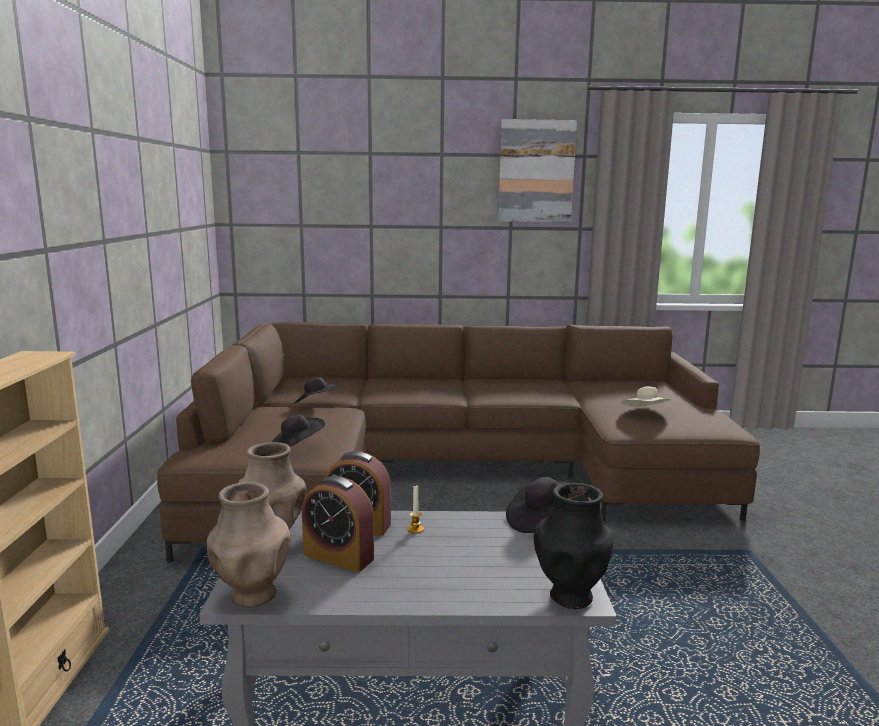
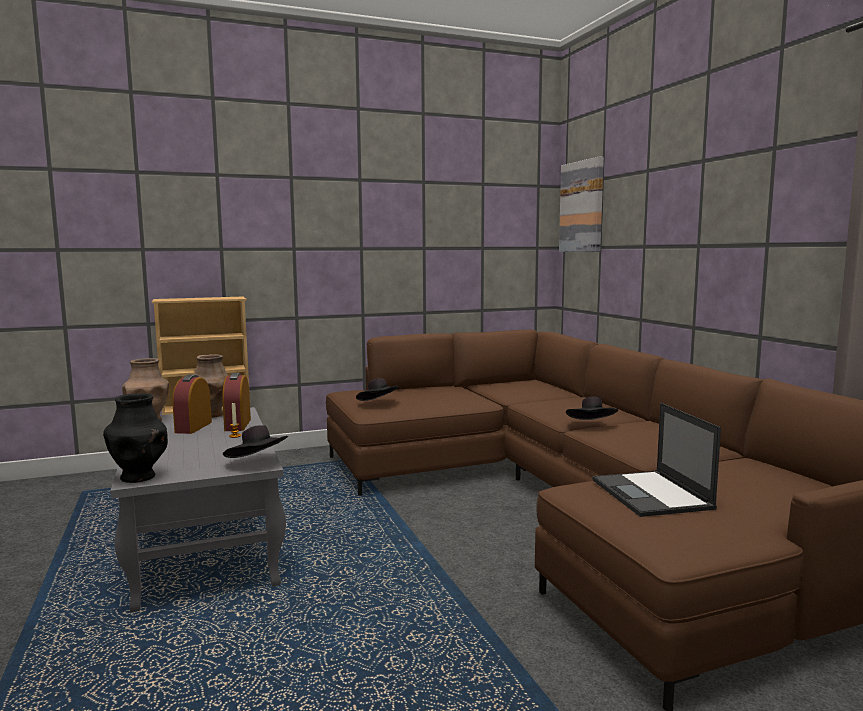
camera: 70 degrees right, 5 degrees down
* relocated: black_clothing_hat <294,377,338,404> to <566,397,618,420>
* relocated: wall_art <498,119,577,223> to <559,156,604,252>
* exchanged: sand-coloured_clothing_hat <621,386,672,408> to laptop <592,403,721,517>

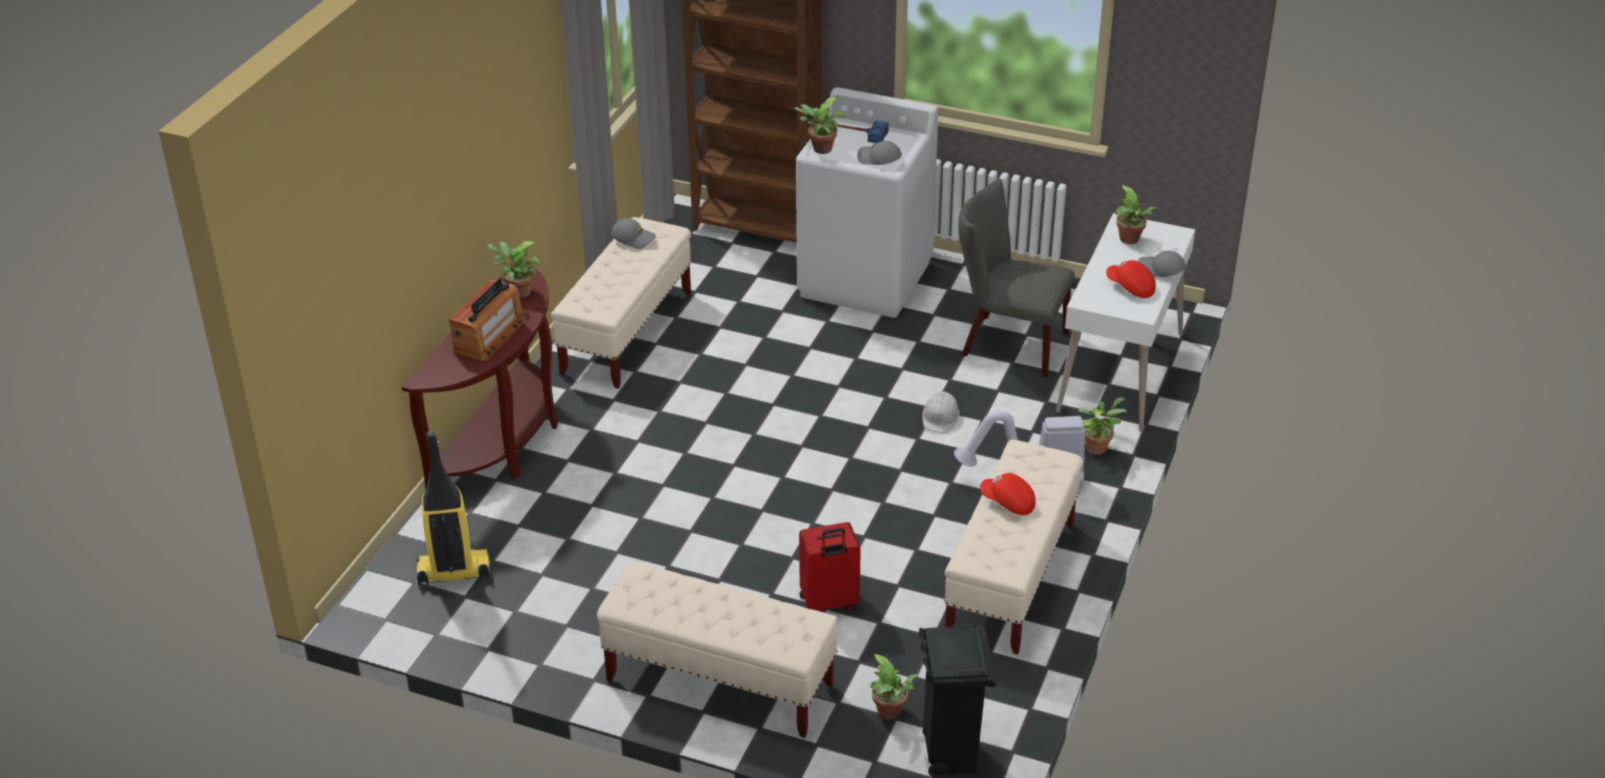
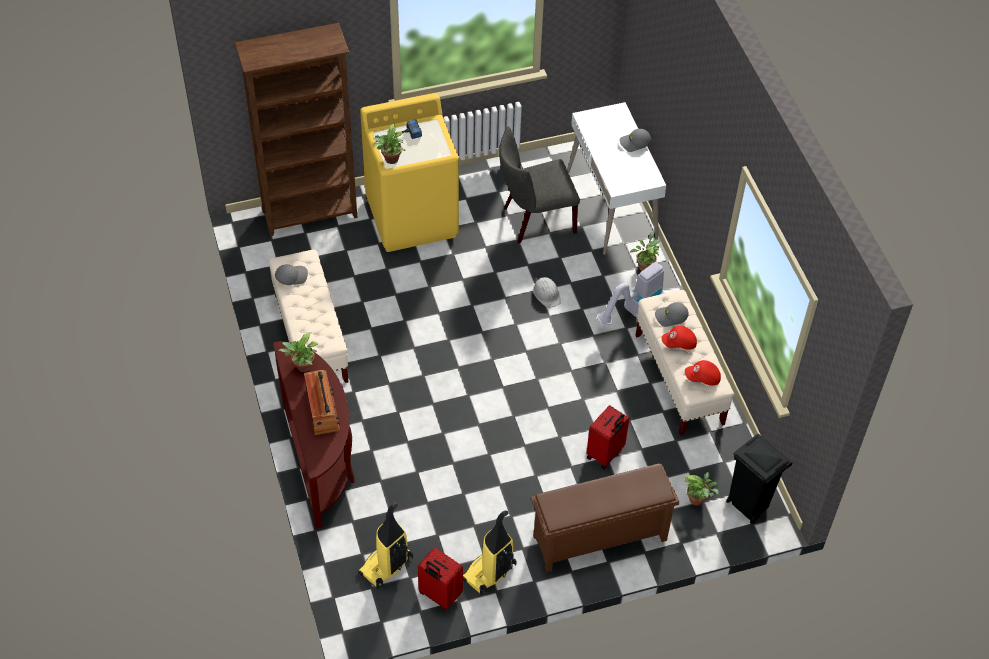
camera: 40 degrees left, 15 degrees up
* exchanged: sand-coloured_indoor_bench <597,561,837,738> to brownish_shoe_stand <531,464,679,573>
* colour: whitish_laundry_appliance <796,87,938,318> to yellowish_laundry_appliance <360,93,459,252>
* relocated: gray_baseball_cap <857,141,902,165> to <655,302,689,327>
* relocated: red-coloured_baseball_cap <1106,260,1156,298> to <685,360,721,386>
* missing: plant_in_a_pot <1115,185,1157,244>
* appeared: red-coloured_travel_case <418,547,463,610>
* appeared: vacuum_cleaner <463,510,516,595>

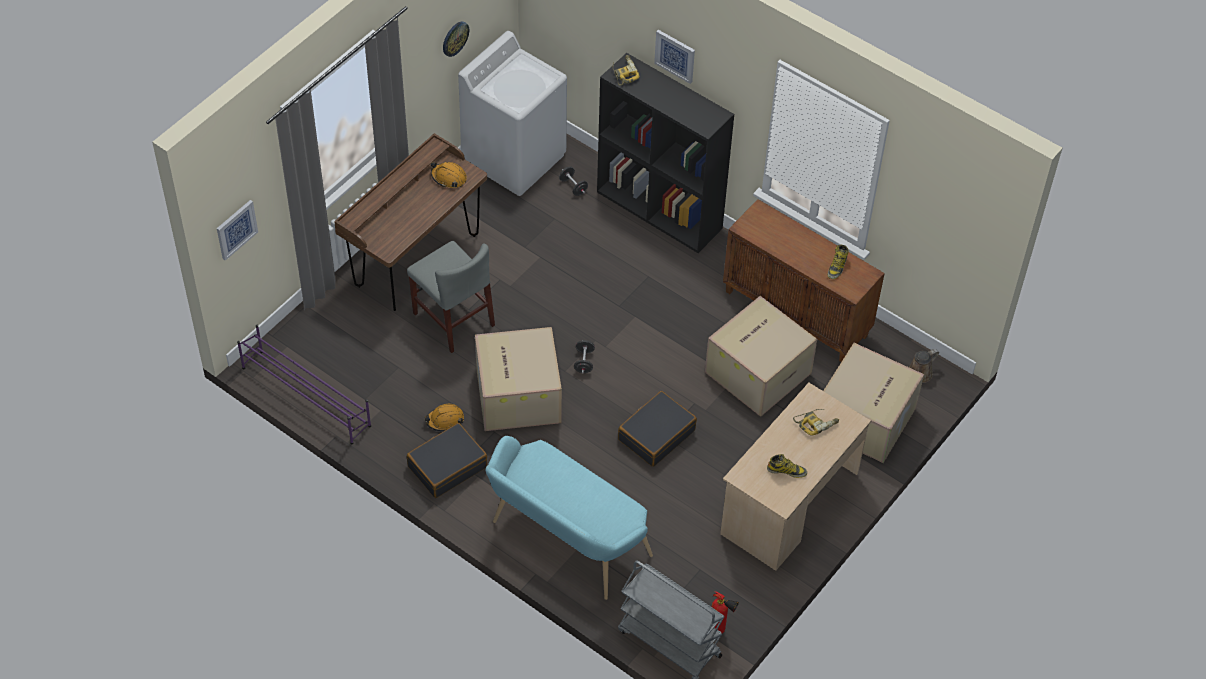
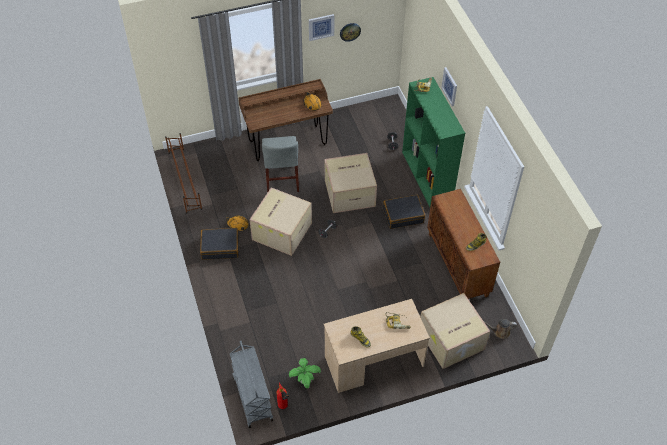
camera: 35 degrees right, 0 degrees up
* relocated: wall_art <217,200,258,261> to <309,14,334,41>
* colour: purple-coloured_shoe_stand <237,325,371,445> to brownish_shoe_stand <165,133,202,213>
* missing: whitish_laundry_appliance <458,31,567,196>
* missing: blue-green_indoor_bench <486,436,653,600>
* colour: black_bookshelf <597,53,734,253> to green-coloured_bookshelf <402,77,465,207>
* relocated: black_travel_case <618,391,697,467> to <383,195,425,229>
* relocated: cardboard_box <705,296,817,417> to <325,153,377,213>
* appeared: plant_in_a_pot <289,358,321,389>

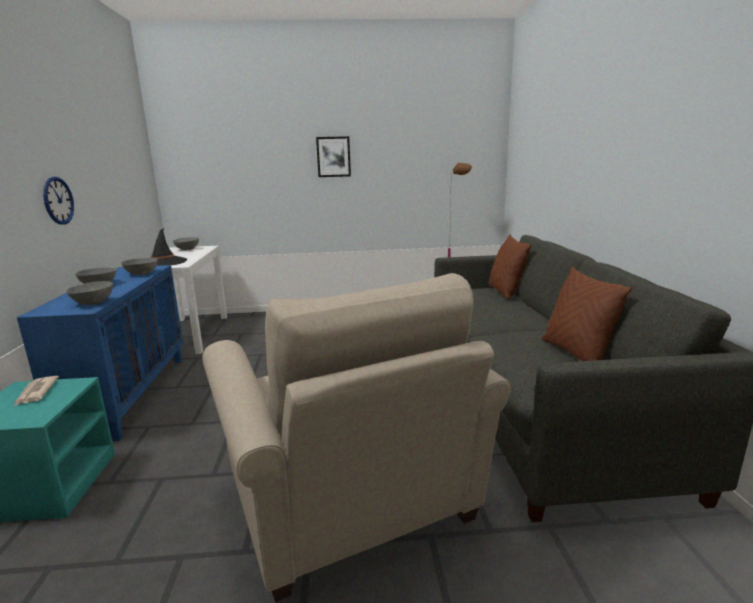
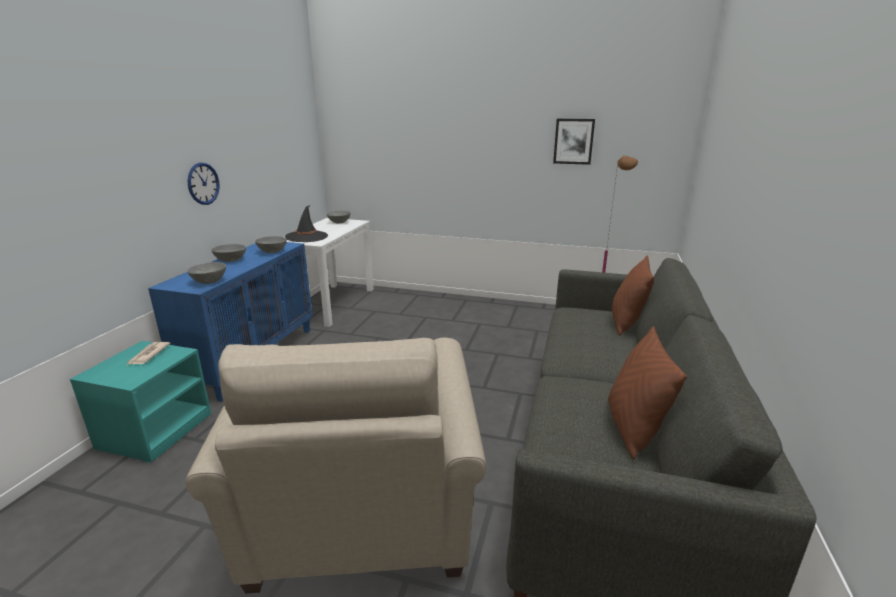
camera: 20 degrees right, 5 degrees up
* relocated: wall_art <316,136,351,177> to <553,119,595,165>

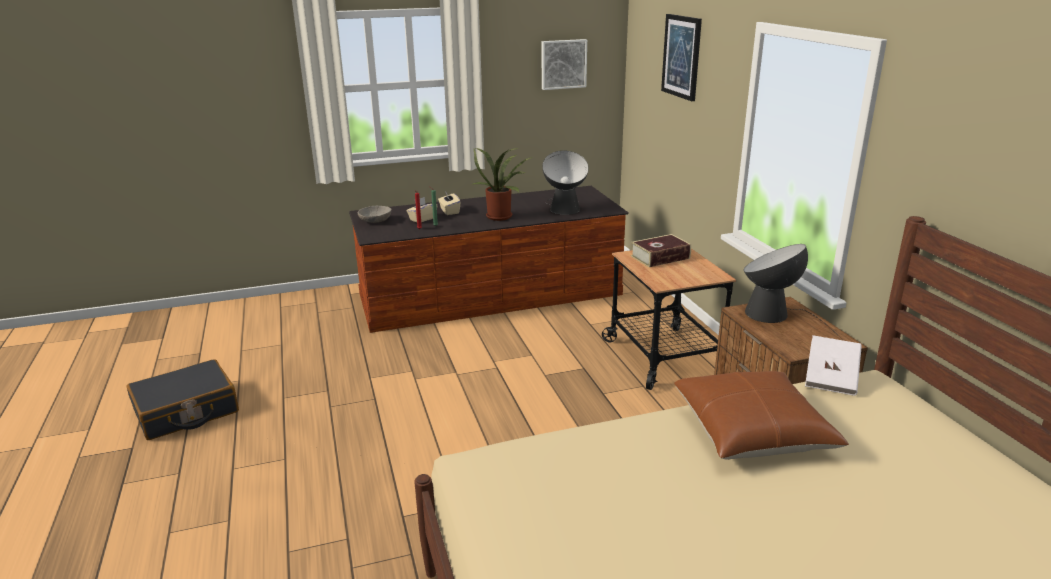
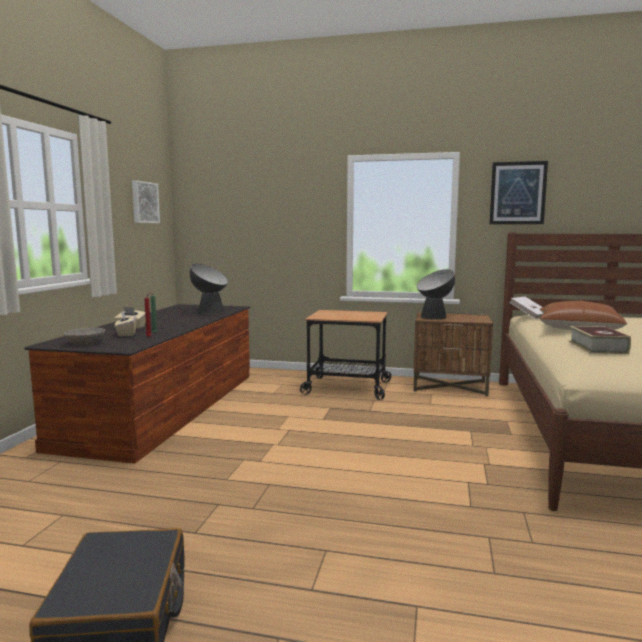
camera: 60 degrees left, 15 degrees down
* missing: plant_in_a_pot <473,148,533,221>
* relocated: volume <631,234,691,267> to <569,326,631,354>
* relocated: wall_art <661,14,702,101> to <489,161,548,224>

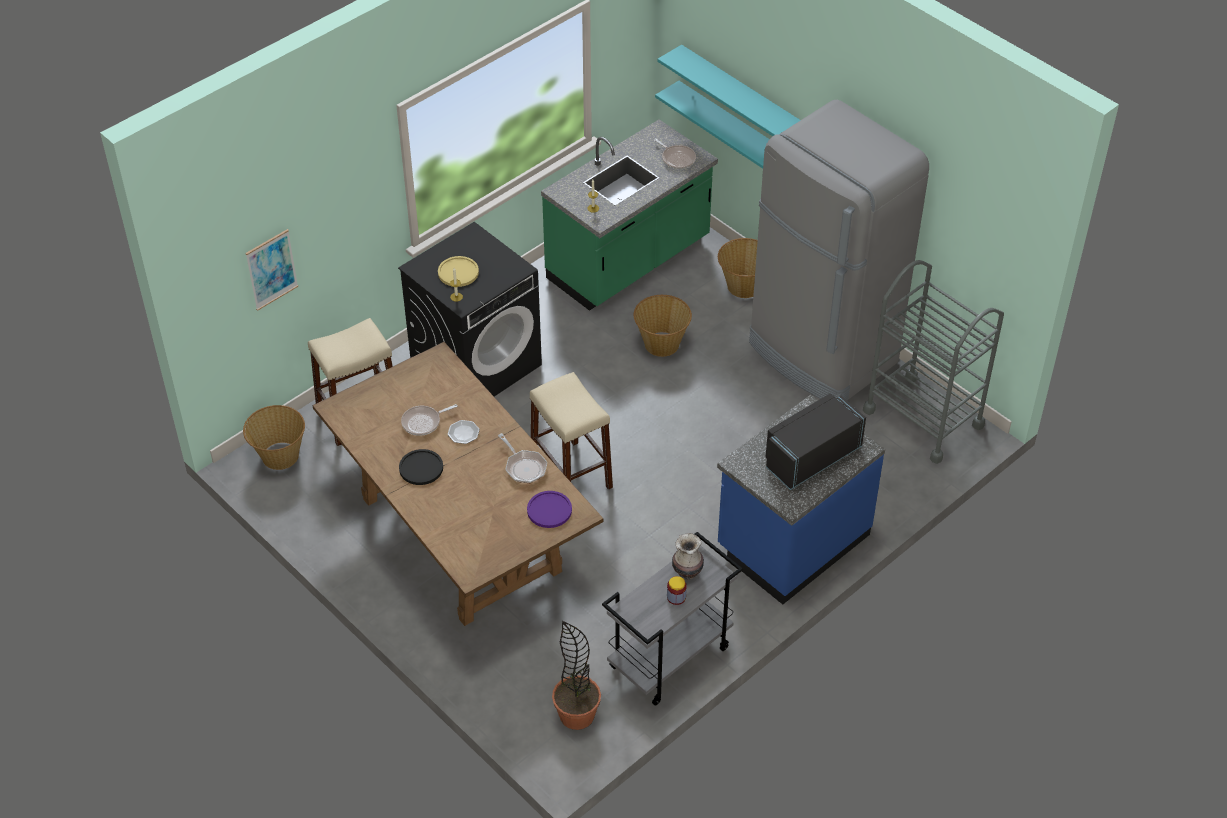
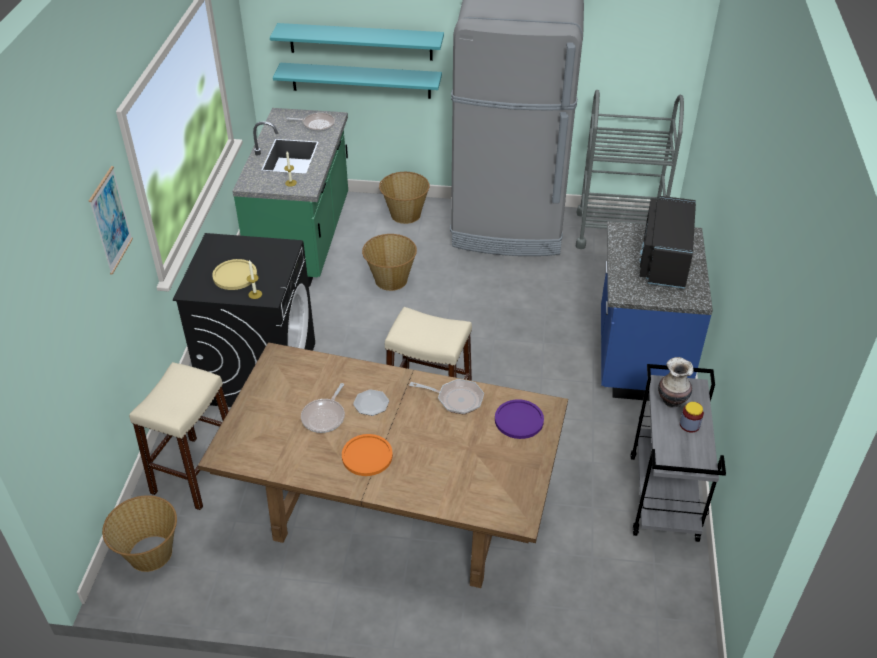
camera: 40 degrees left, 5 degrees down
* relocated: wall_art <245,229,298,311> to <89,166,133,275>
* colour: black_plate <399,449,443,485> to orange_plate <342,434,393,476>
* missing: plant_in_a_pot <552,621,601,730>

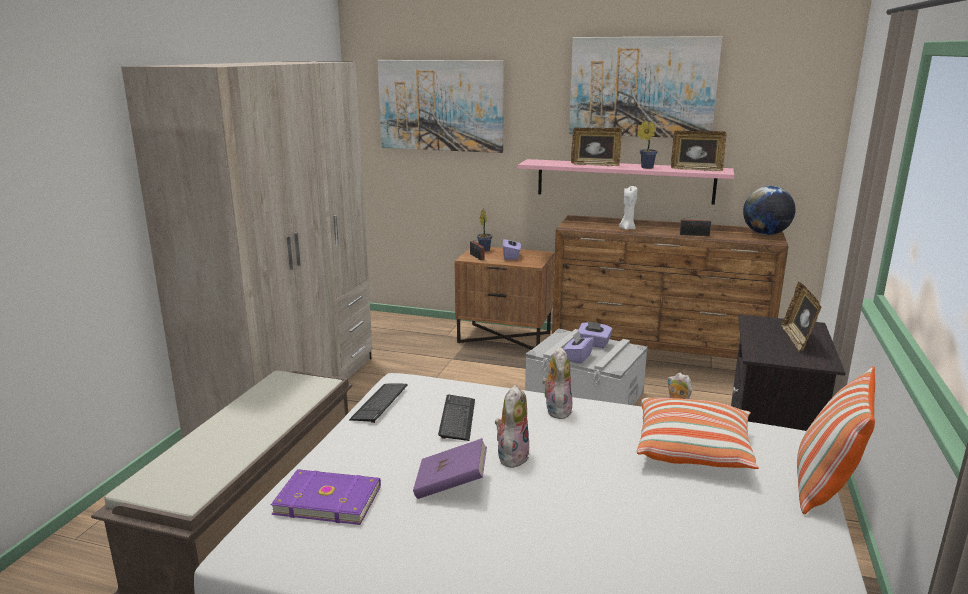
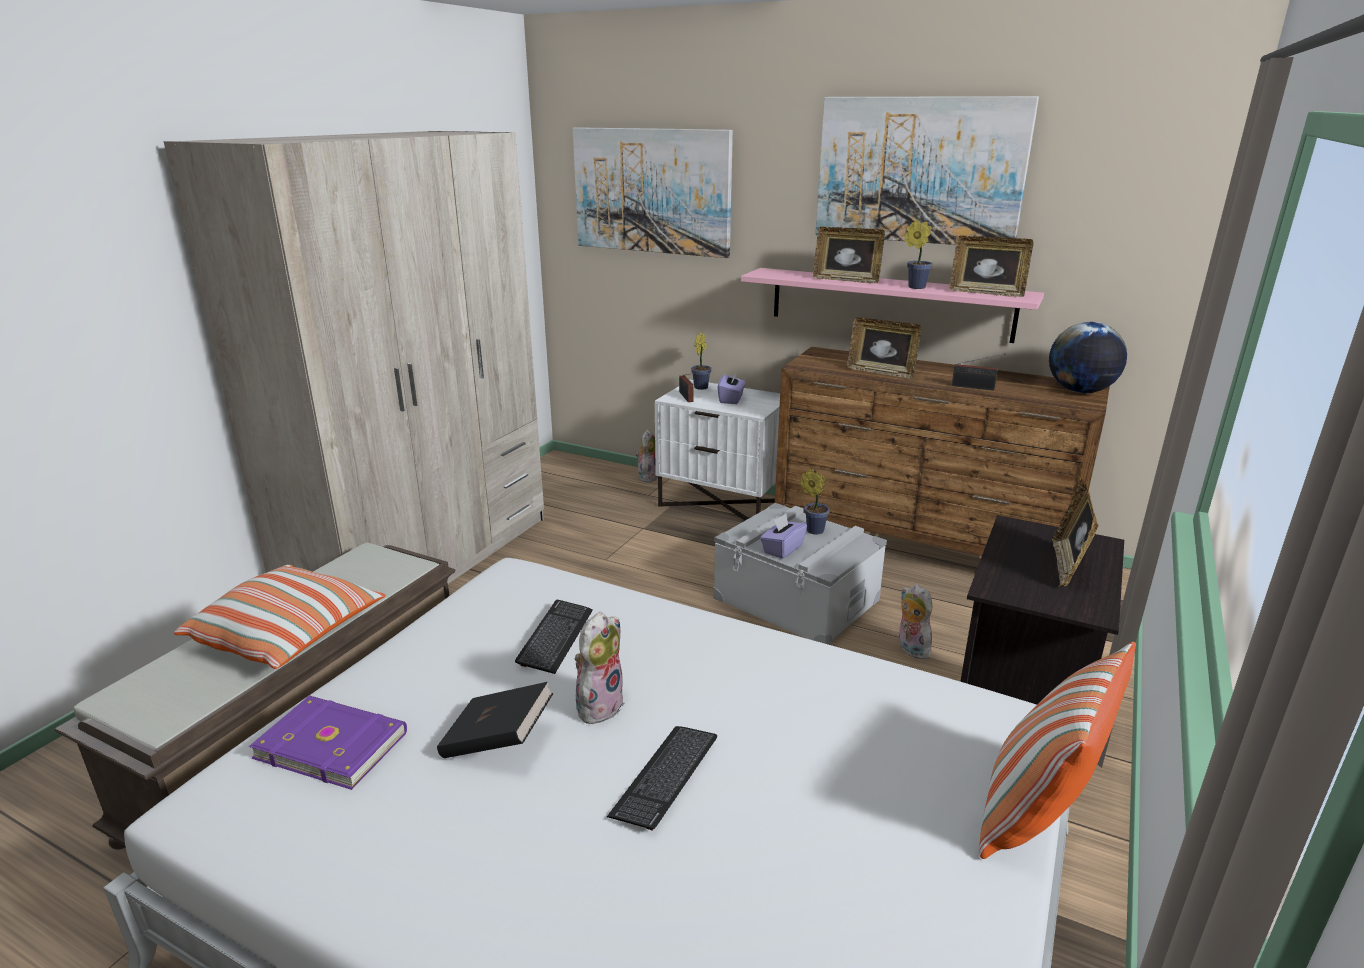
camera: 10 degrees right, 5 degrees up
* relocated: PC_keyboard <349,384,408,423> to <607,726,717,831>
* colour: purple-coloured_volume <413,438,487,499> to black_volume <437,682,553,758>
* colour: brownish_nightstand <455,247,555,350> to whitish_nightstand <655,380,780,520>
* relocated: soft_toy <542,346,572,419> to <636,429,658,483>
* exchanged: purple-coloured_tissue_box <578,321,613,348> to plant_in_a_pot <800,469,830,535>
* exchanged: whitish_wax_light <619,186,637,230> to picture_frame <847,317,921,379>
* relocated: throw_pillow <637,397,759,469> to <174,565,386,669>

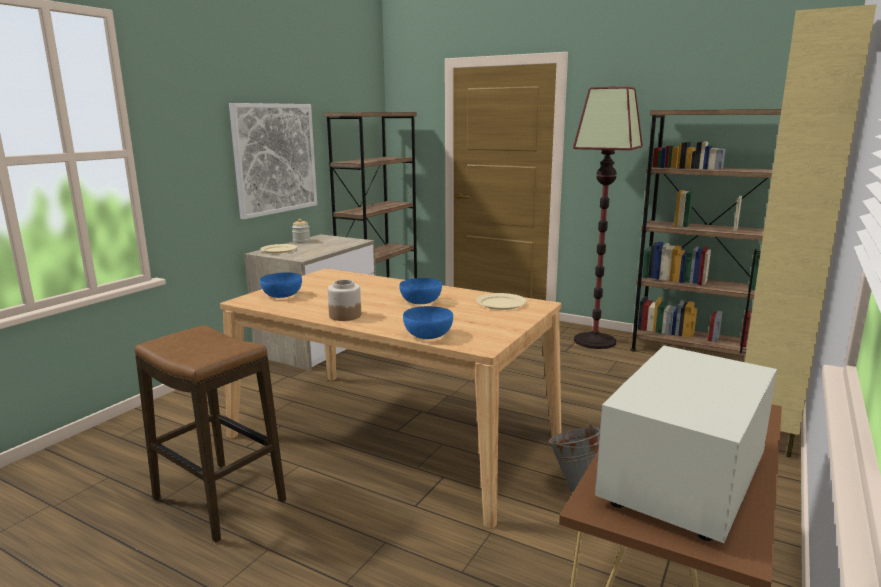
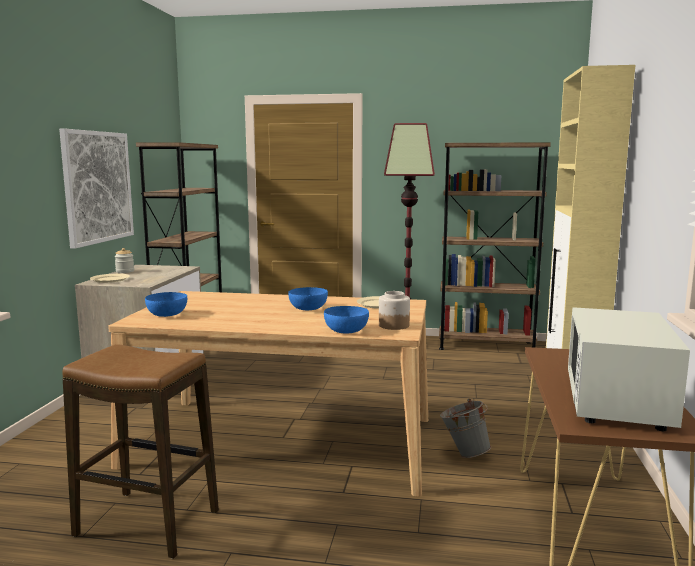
camera: 20 degrees left, 5 degrees down
* relocated: preserve_jar <328,280,361,321> to <379,291,410,330>

